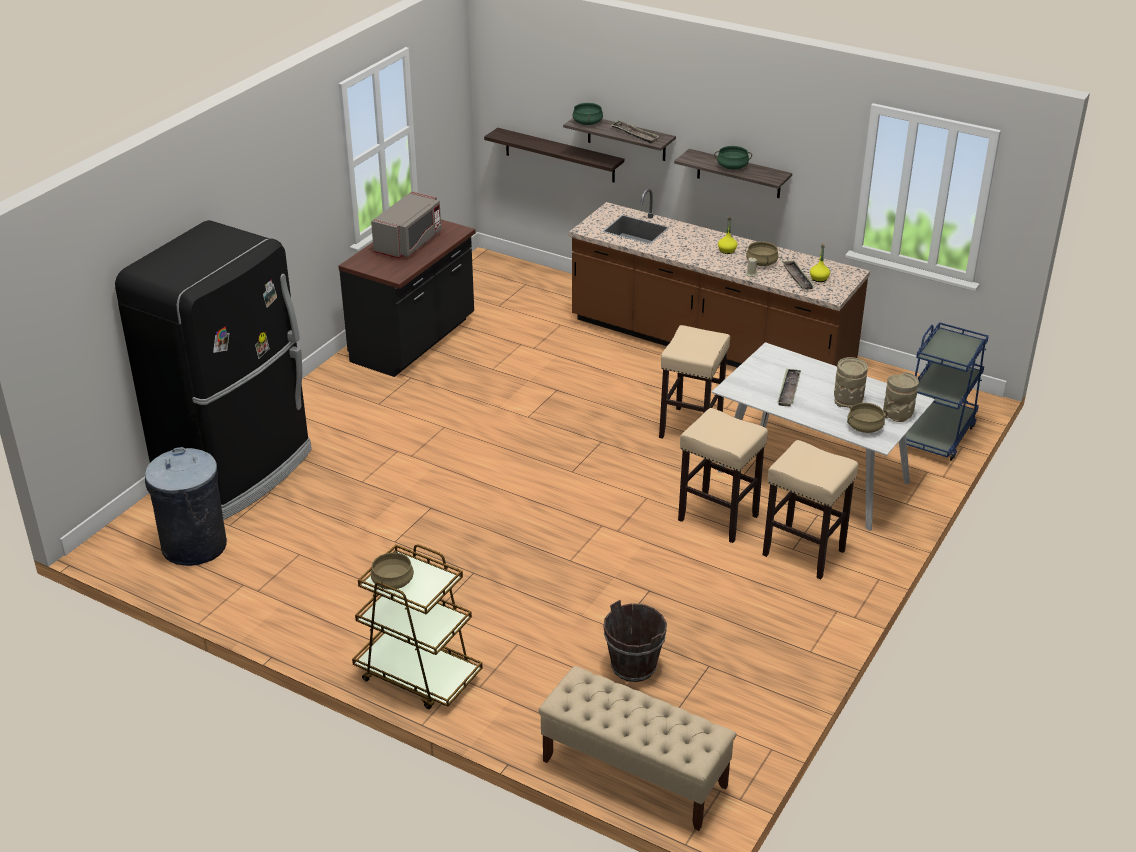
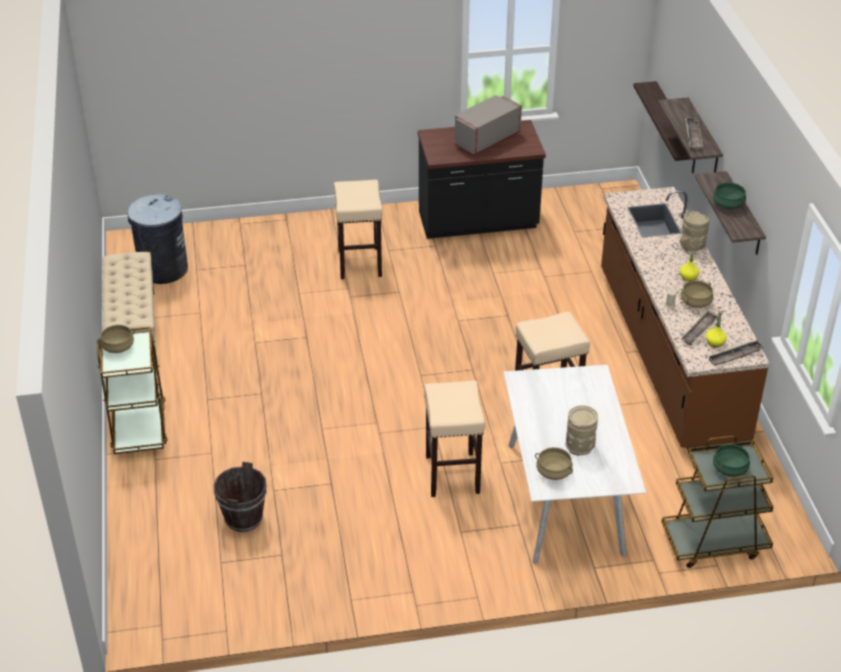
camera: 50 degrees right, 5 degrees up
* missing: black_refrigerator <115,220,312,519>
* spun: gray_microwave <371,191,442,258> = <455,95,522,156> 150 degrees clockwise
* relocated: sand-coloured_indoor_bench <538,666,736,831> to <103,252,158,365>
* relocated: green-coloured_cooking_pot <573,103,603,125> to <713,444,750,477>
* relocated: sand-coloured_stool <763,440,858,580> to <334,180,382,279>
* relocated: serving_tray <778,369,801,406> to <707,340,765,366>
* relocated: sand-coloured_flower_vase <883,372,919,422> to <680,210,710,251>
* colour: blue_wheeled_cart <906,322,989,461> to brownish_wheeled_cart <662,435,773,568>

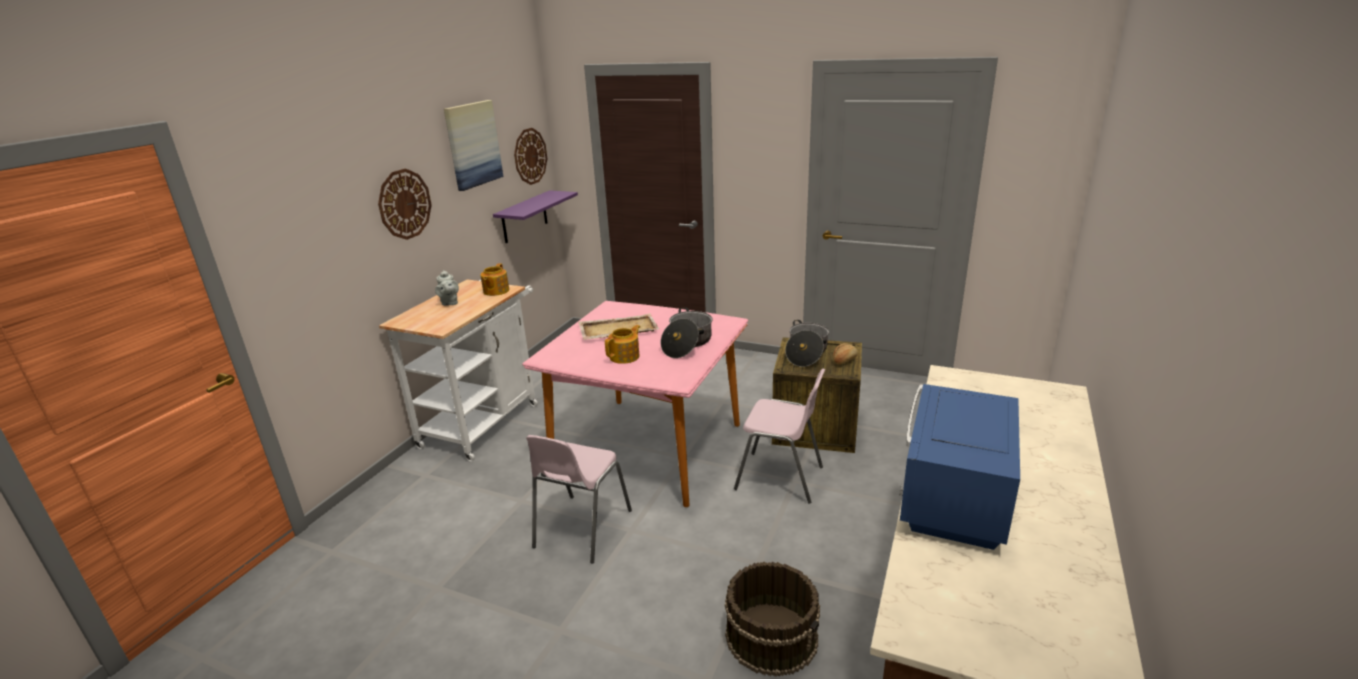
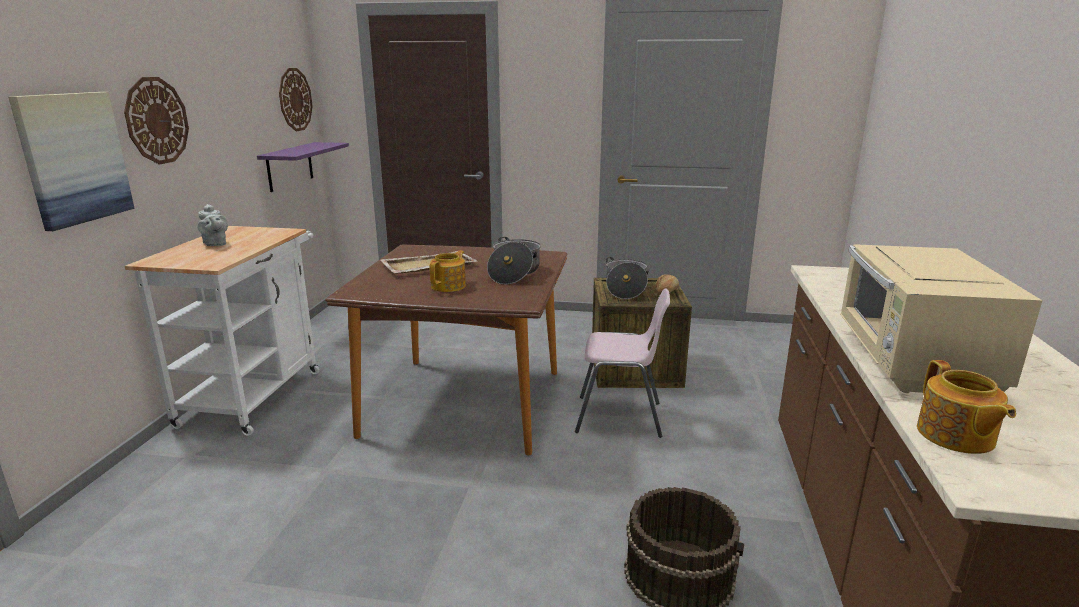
camera: 15 degrees left, 5 degrees down
* relocated: wall_art <444,100,503,191> to <8,92,135,231>
* relocated: tea_pot <480,263,510,296> to <917,360,1016,454>
* colour: pinkish_dining_table <522,301,748,507> to brownish_dining_table <325,245,567,455>
* missing: pinkish_upright_chair <526,435,632,564>
* colour: blue_microwave <899,384,1020,550> to sand-coloured_microwave <840,244,1043,393>

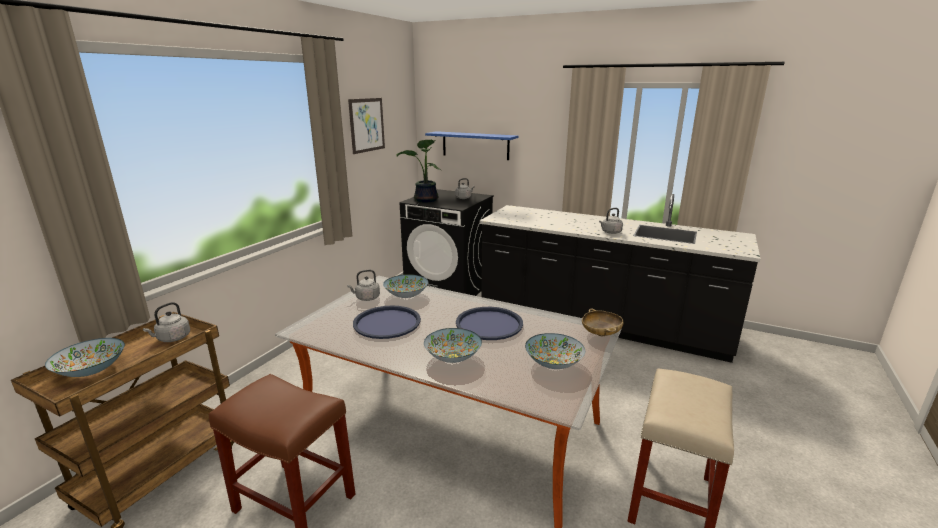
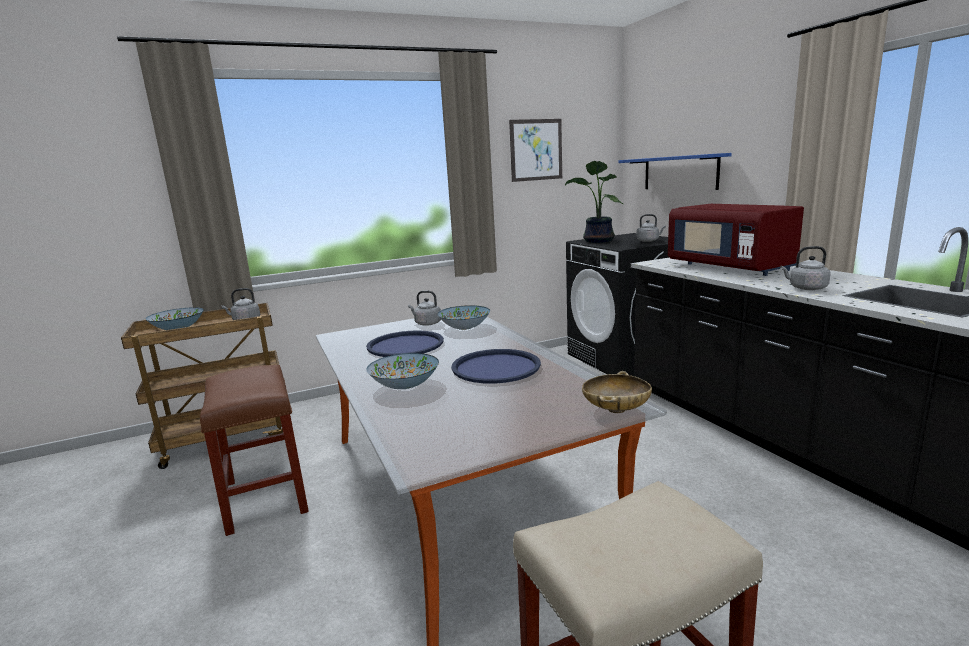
camera: 40 degrees right, 5 degrees down
* missing: bowl <525,333,585,369>
* appeared: red-coloured_microwave <668,204,804,276>

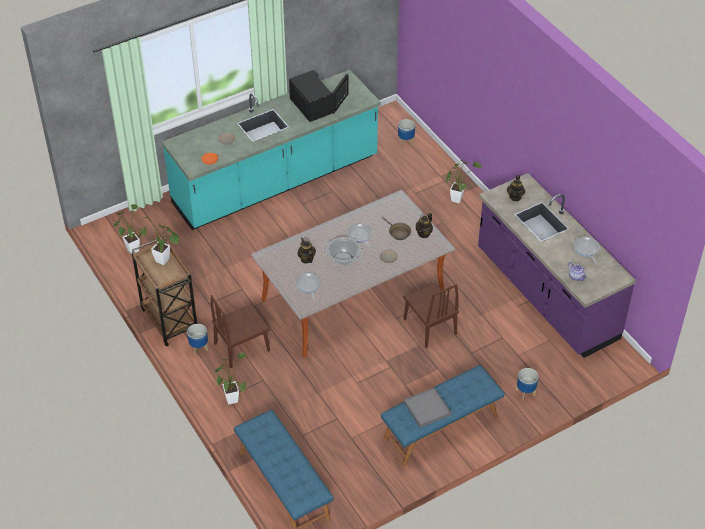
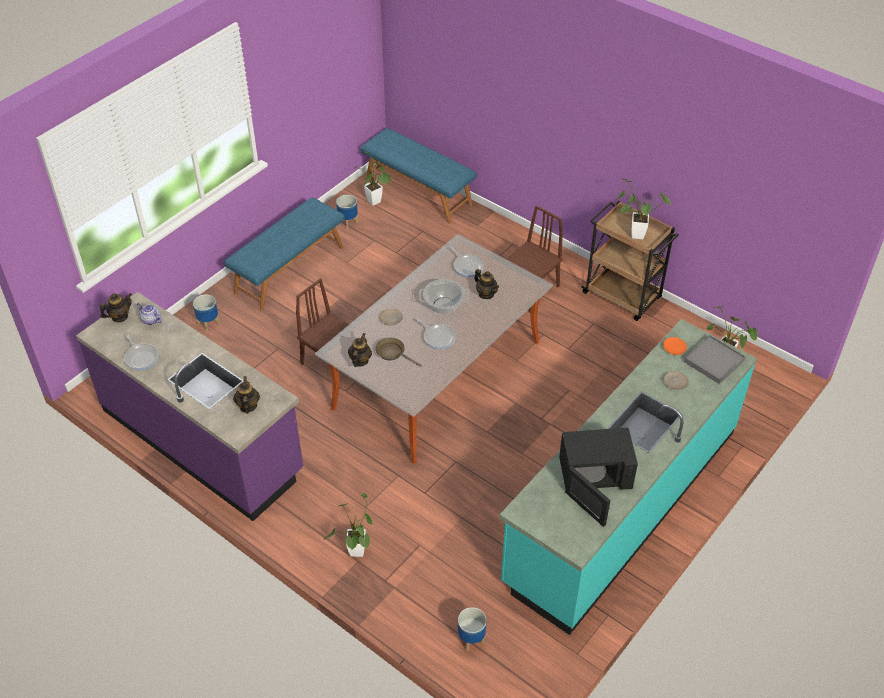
camera: 160 degrees right, 0 degrees up
* relocated: planter <187,324,208,355> to <336,195,358,229>
* relocated: plant_in_a_pot <215,353,246,405> to <353,151,392,206>
* spun: black_microwave <289,70,349,122> = <559,427,638,527> 45 degrees counterclockwise
* relocated: gray_serving_tray <404,387,451,428> to <684,335,746,384>
* appeared: tea_pot <100,293,132,322>

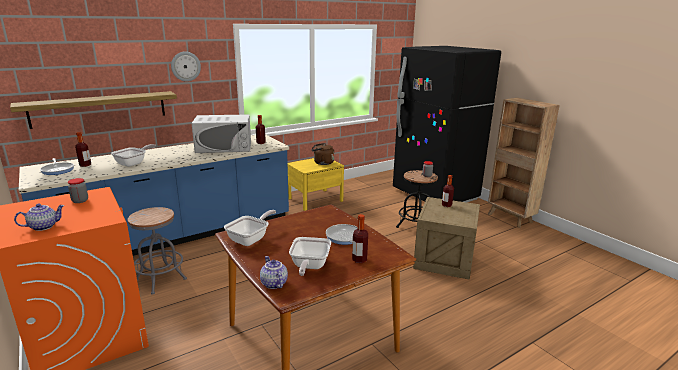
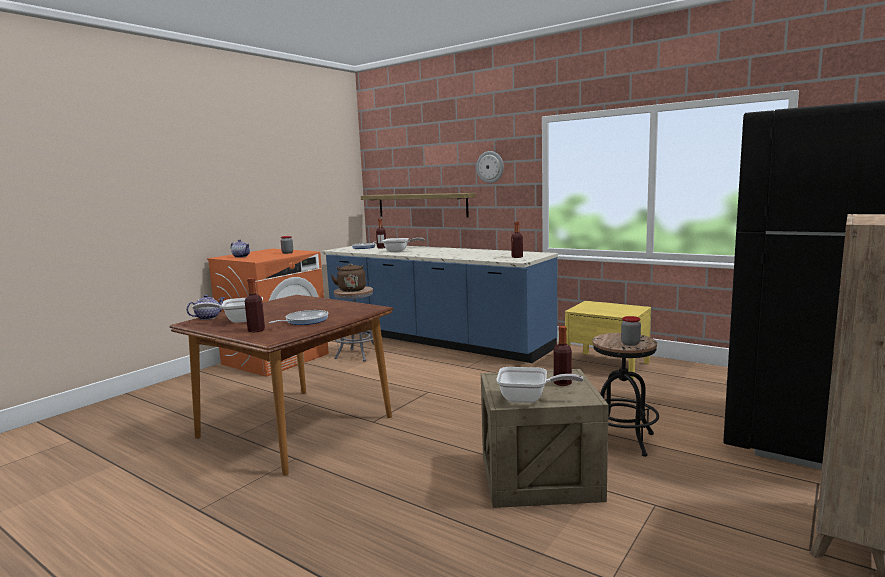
camera: 70 degrees right, 10 degrees down
* missing: whitish_microwave <192,114,251,153>
* relocated: frying_pan <224,210,276,246> to <496,367,583,403>
* relocated: brownish_water_kettle <312,143,334,165> to <331,263,366,292>

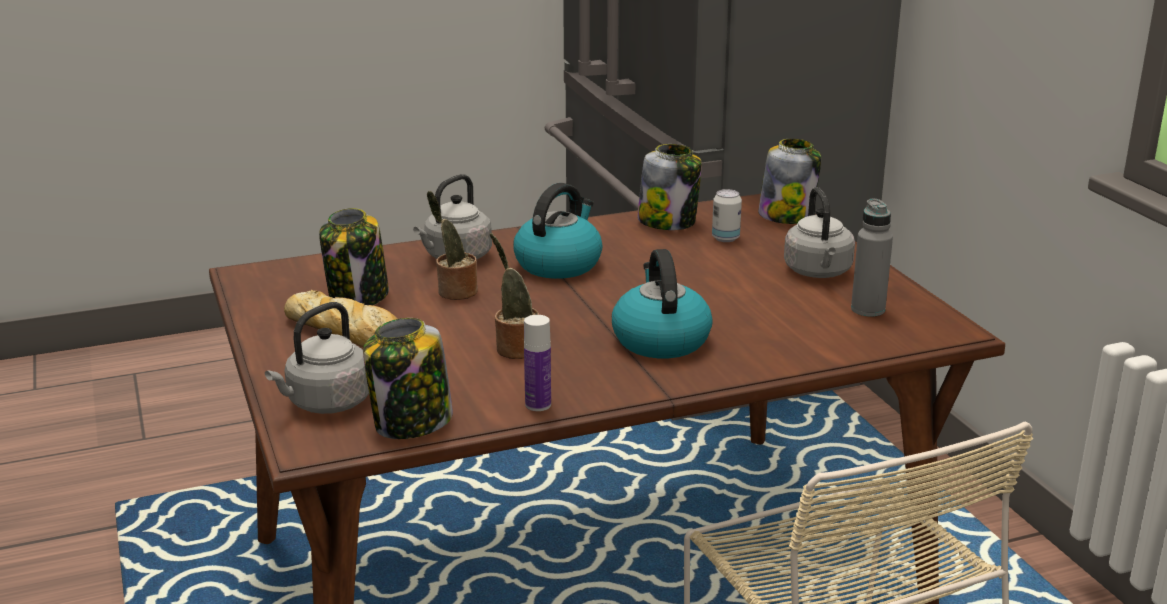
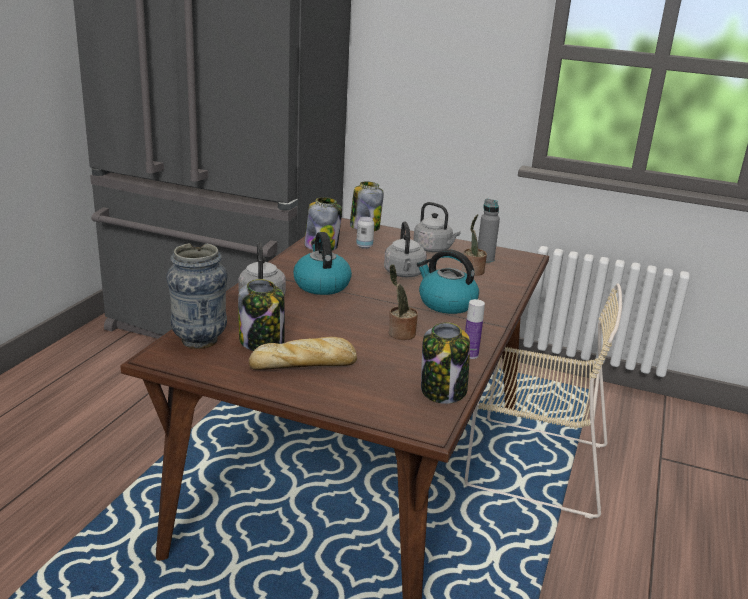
camera: 50 degrees left, 0 degrees up
* relocated: gray_water_kettle <265,302,369,414> to <384,221,427,277>
* relocated: plant_in_a_pot <427,191,478,300> to <462,214,487,276>
* appeared: flower_vase <166,243,227,349>

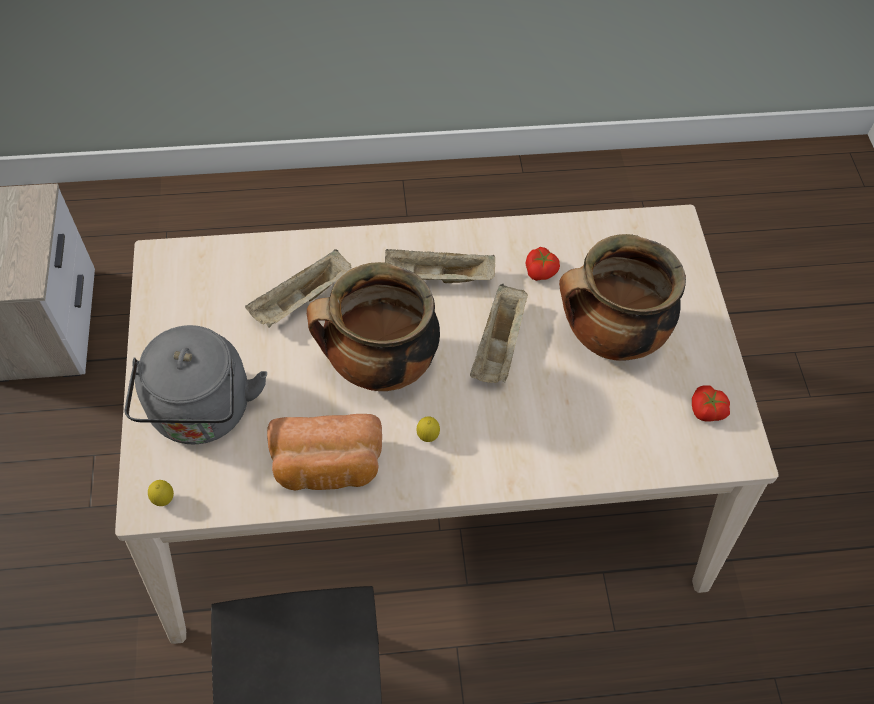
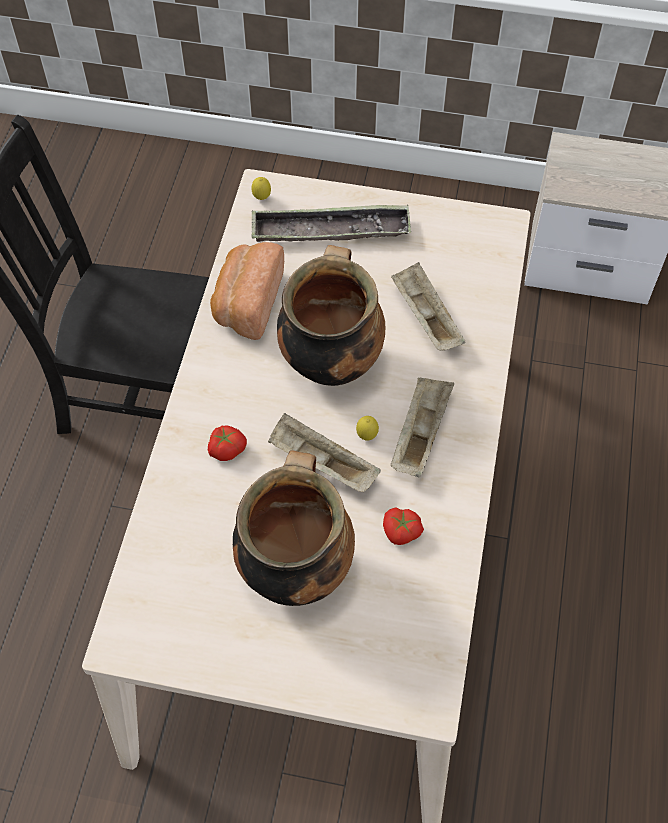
camera: 110 degrees right, 0 degrees up
* exchanged: gray_water_kettle <125,325,267,444> to serving_tray <251,205,411,242>
* relocated: whole_lemon <417,416,440,442> to <356,416,379,440>
* relocated: tomato <692,385,730,422> to <208,425,247,461>

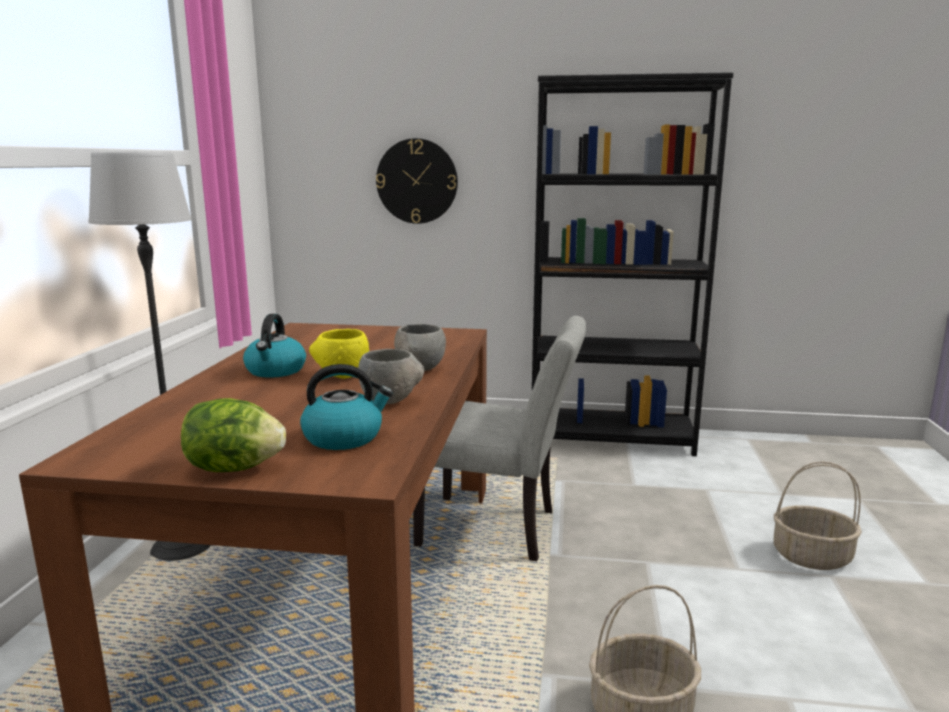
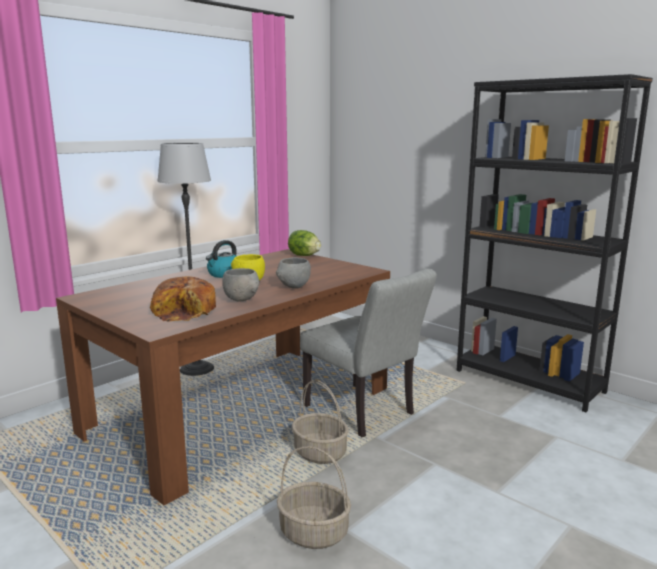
camera: 35 degrees right, 0 degrees up
* relocated: head_of_lettuce <181,398,286,472> to <288,230,321,256>
* exchanged: water_kettle <300,364,393,450> to bread <150,276,216,322>
* missing: wall_clock <376,138,458,224>
* relocated: household_basket <774,461,862,570> to <292,380,349,464>

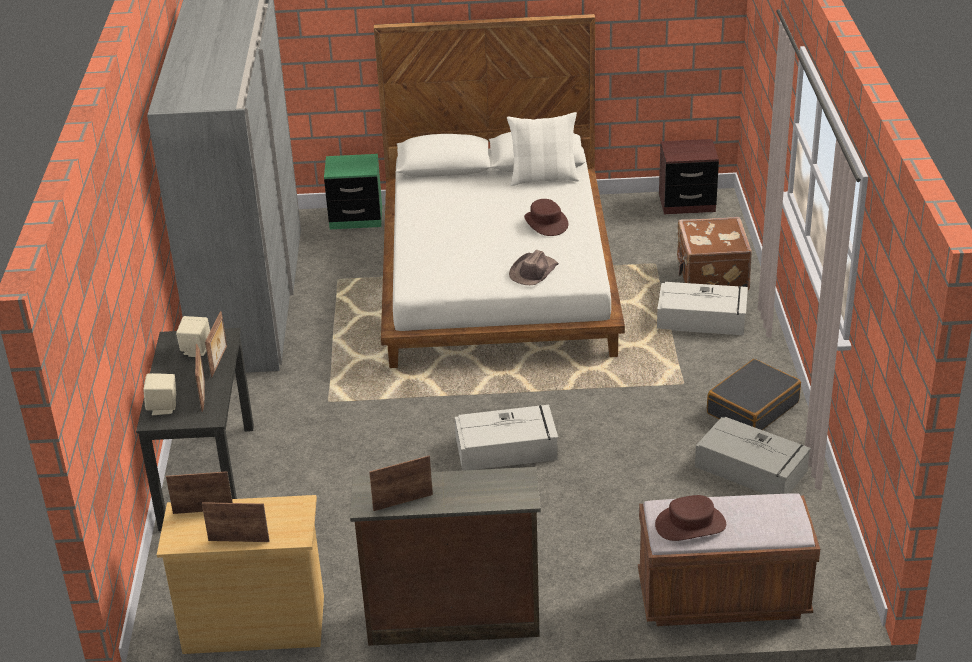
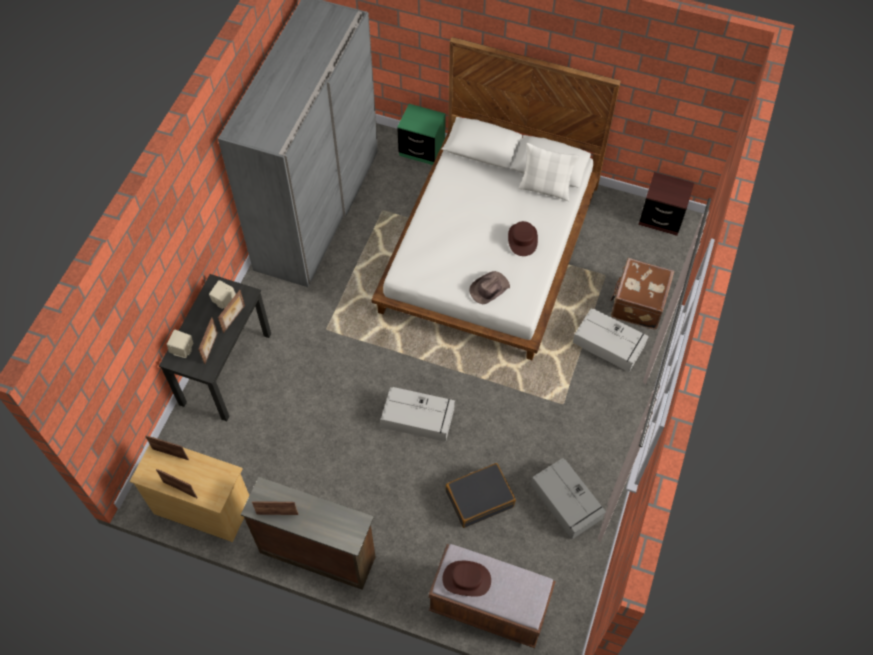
camera: 20 degrees right, 25 degrees up
* relocated: black_travel_case <707,359,801,430> to <446,463,516,528>

